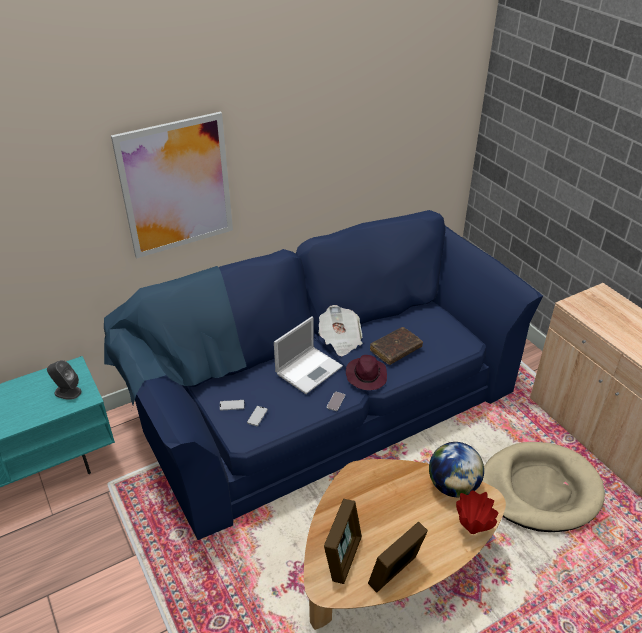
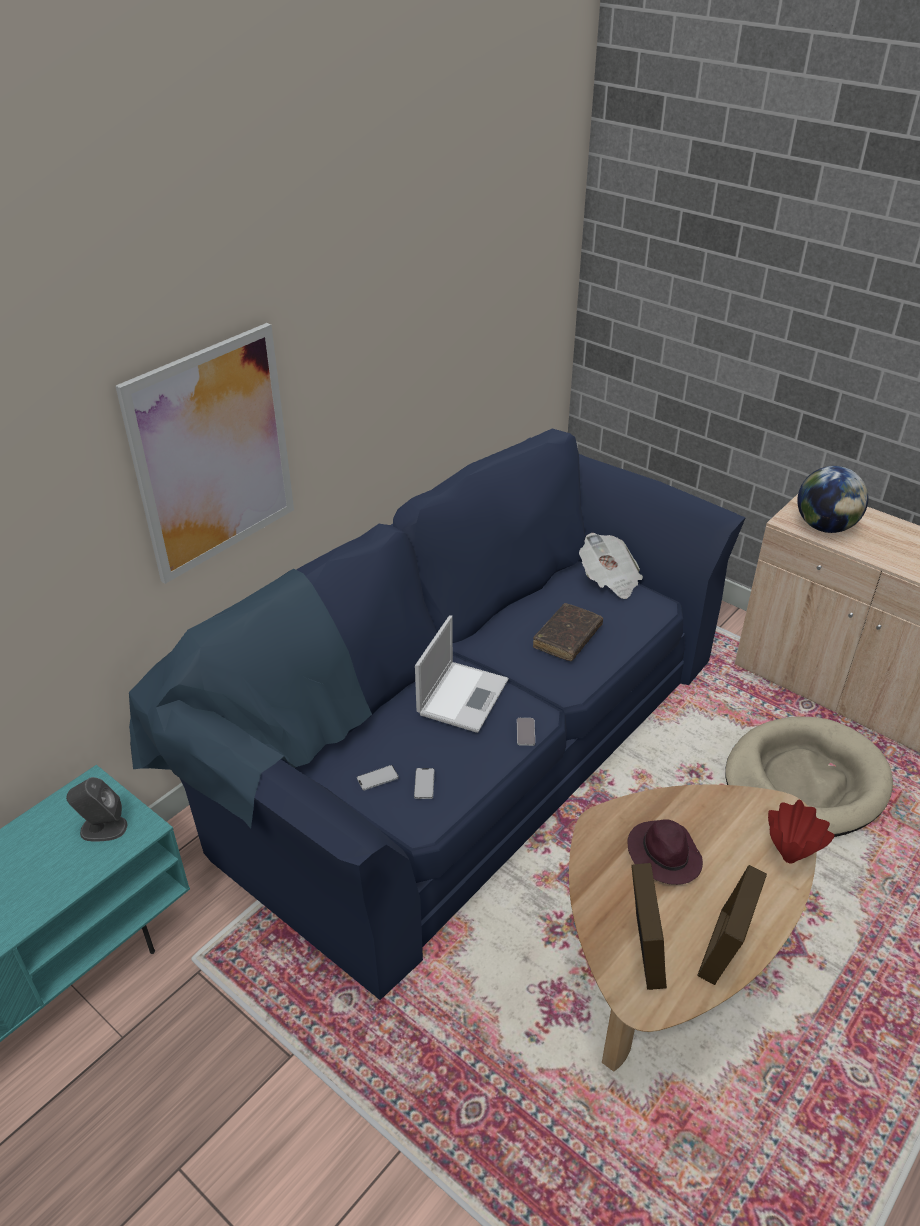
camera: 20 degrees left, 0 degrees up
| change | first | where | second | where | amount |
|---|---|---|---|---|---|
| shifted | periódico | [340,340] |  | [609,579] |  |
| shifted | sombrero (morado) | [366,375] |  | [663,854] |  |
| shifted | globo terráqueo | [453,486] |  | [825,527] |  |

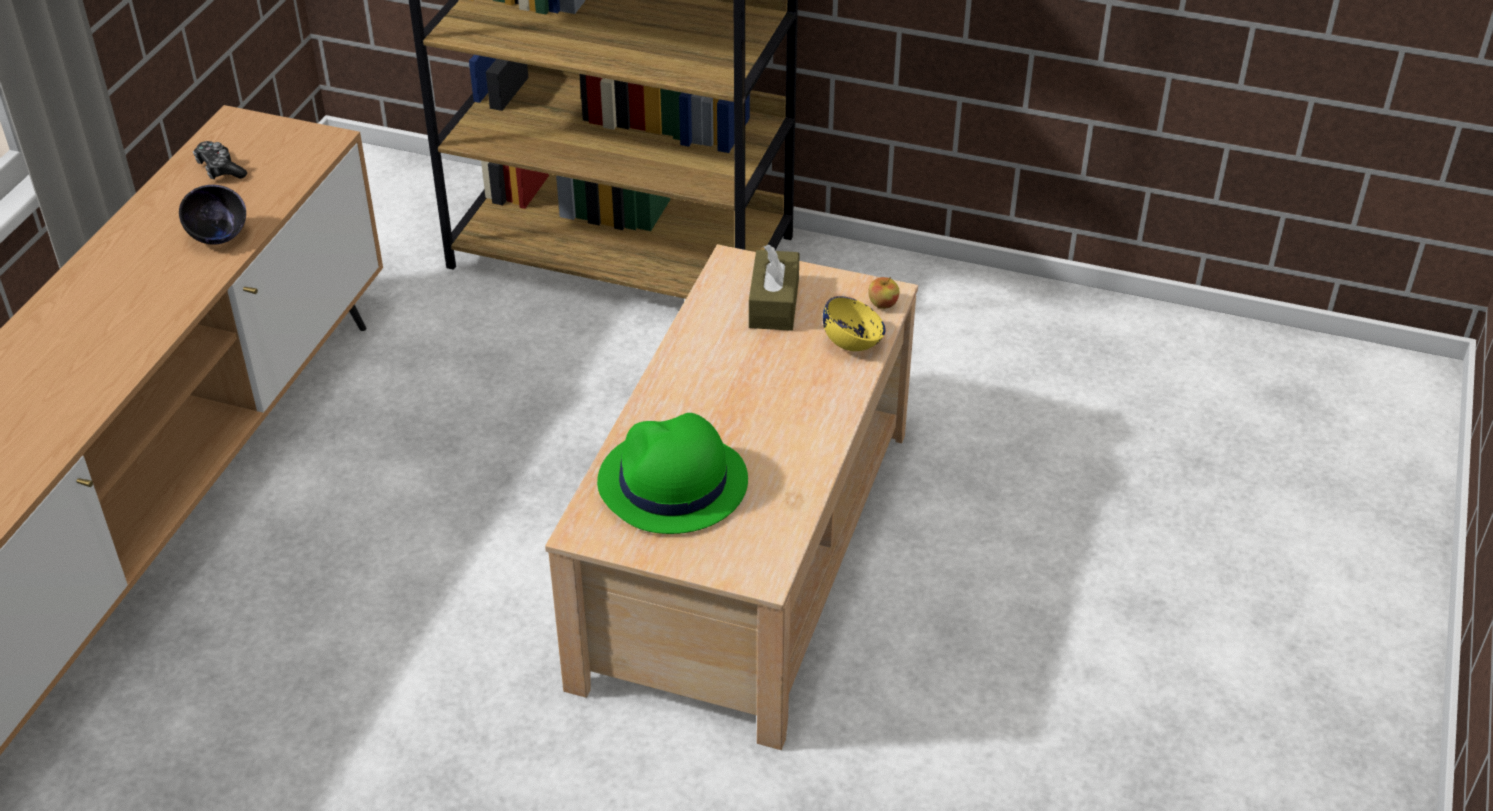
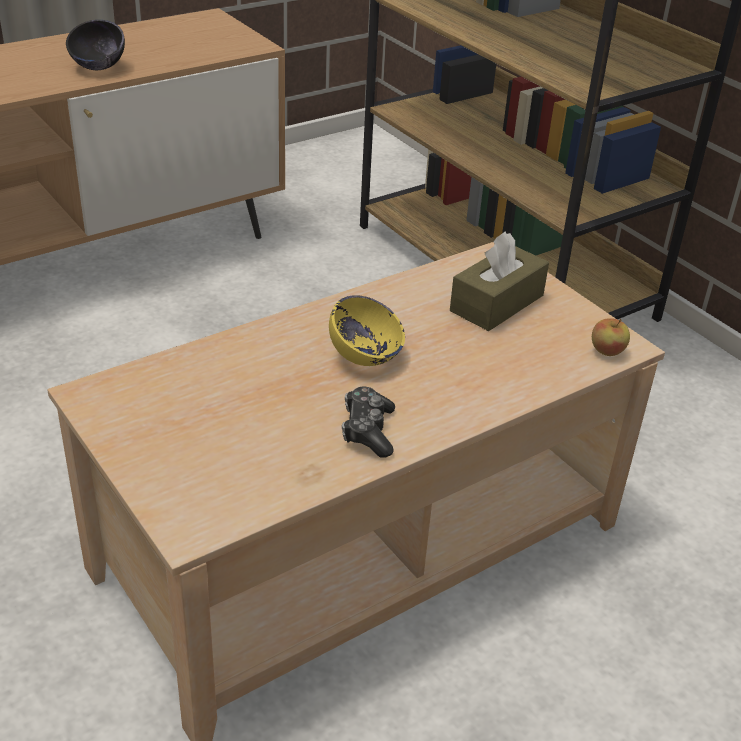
camera: 35 degrees right, 5 degrees down
| change | first | where | second | where | amount |
|---|---|---|---|---|---|
| shifted | mando de consola | [220,169] |  | [368,430] |  |
| gone | sombrero (verde) | [672,483] |  |  |  |
| shifted | cuenco (amarillo) | [853,343] |  | [365,357] |  |

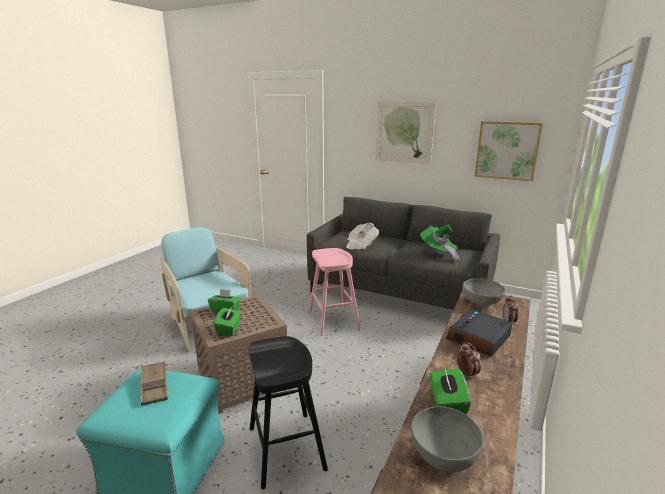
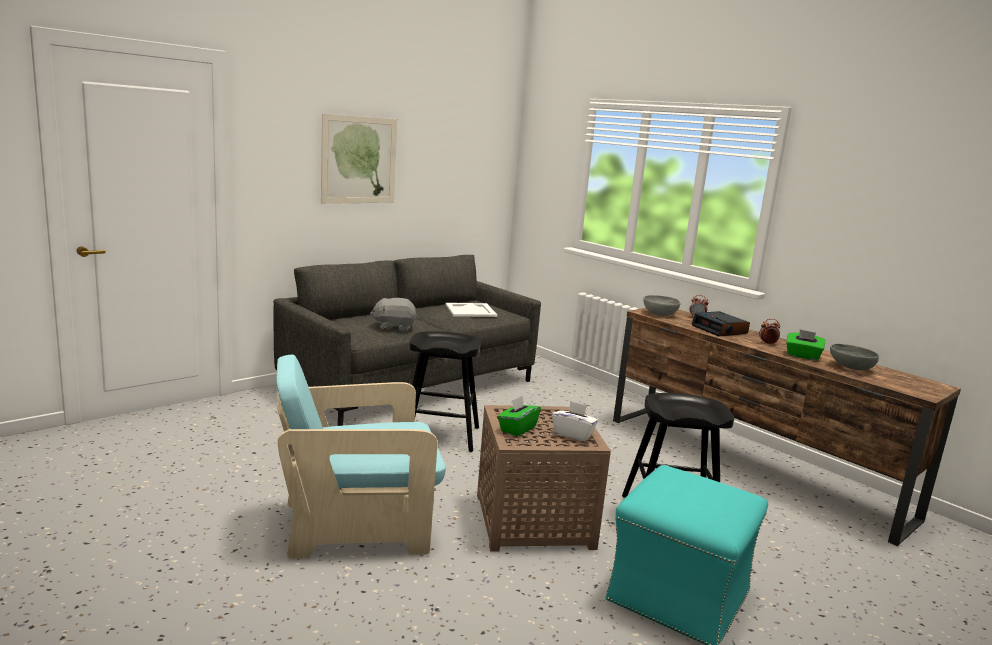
camera: 70 degrees left, 5 degrees down
| change | first | where | second | where | amount |
|---|---|---|---|---|---|
| gone | bandeja (marrón) | [154,386] |  |  |  |
| repainted | caja de pañuelos (verde) | [229,329] | caja de pañuelos (blanco) | [573,434] |  |
| repainted | taburete (rosa) | [333,320] | taburete (negro) | [440,435] |  |
| swapped | periódico | [361,245] | peluche (gris) | [394,327] |  |
| swapped | sombrero (verde) | [438,253] | bandeja (blanco) | [470,310] |  |
| gone | cuadro | [507,150] |  |  |  |

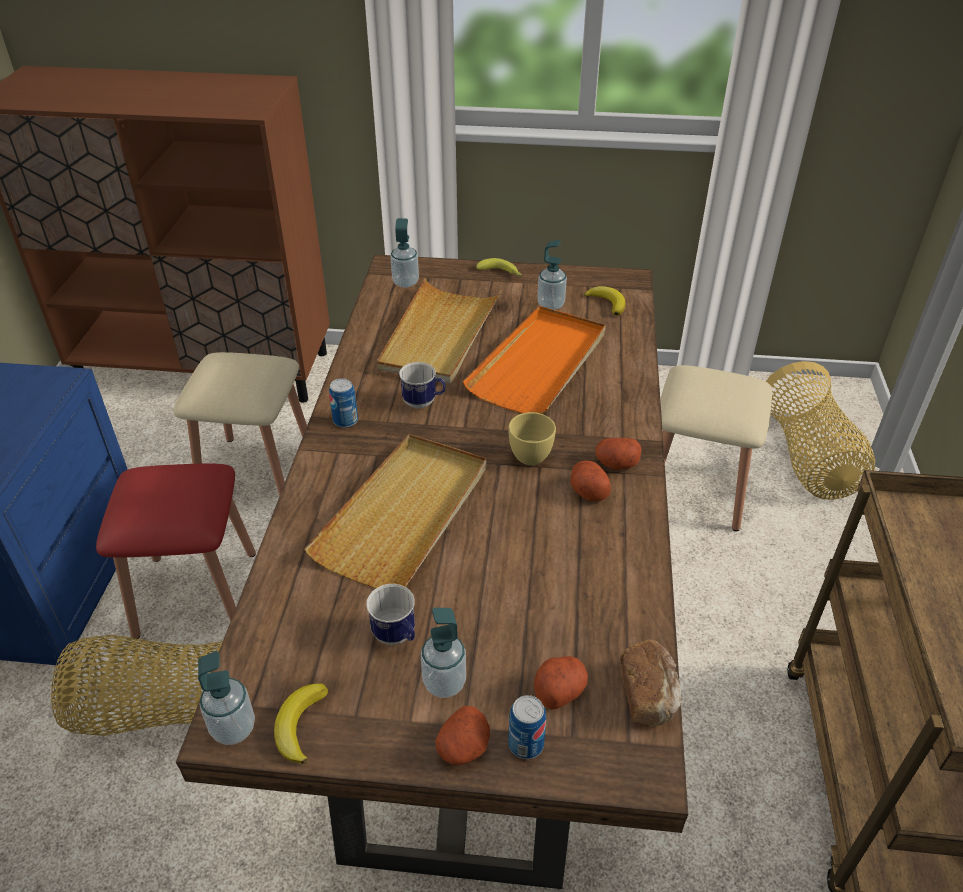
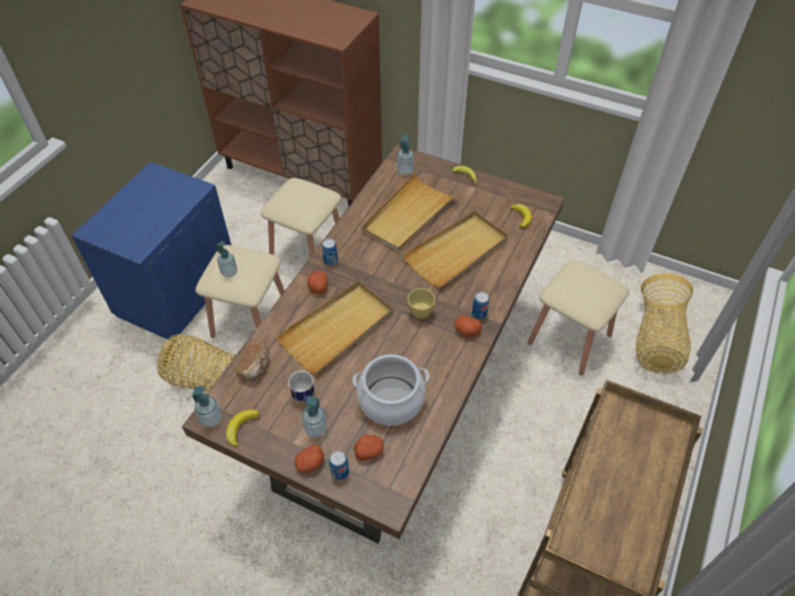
camera: 20 degrees right, 10 degrees up
| change | first | where | second | where | amount |
|---|---|---|---|---|---|
| repainted | taburete (rojo) | [196,593] | taburete (beis) | [251,320] |  |
| gone | taza grande | [424,403] |  |  |  |
| repainted | bandeja (naranja) | [539,364] | bandeja (beis) | [457,251] |  |
| shifted | dispensador de jabón | [550,305] |  | [229,272] |  |
| shifted | patata | [588,490] |  | [318,287] |  |
| shifted | pan | [649,694] |  | [255,367] |  |
| new |  |  | olla | [391,400] |  |
| new |  |  | lata | [479,314] |  |

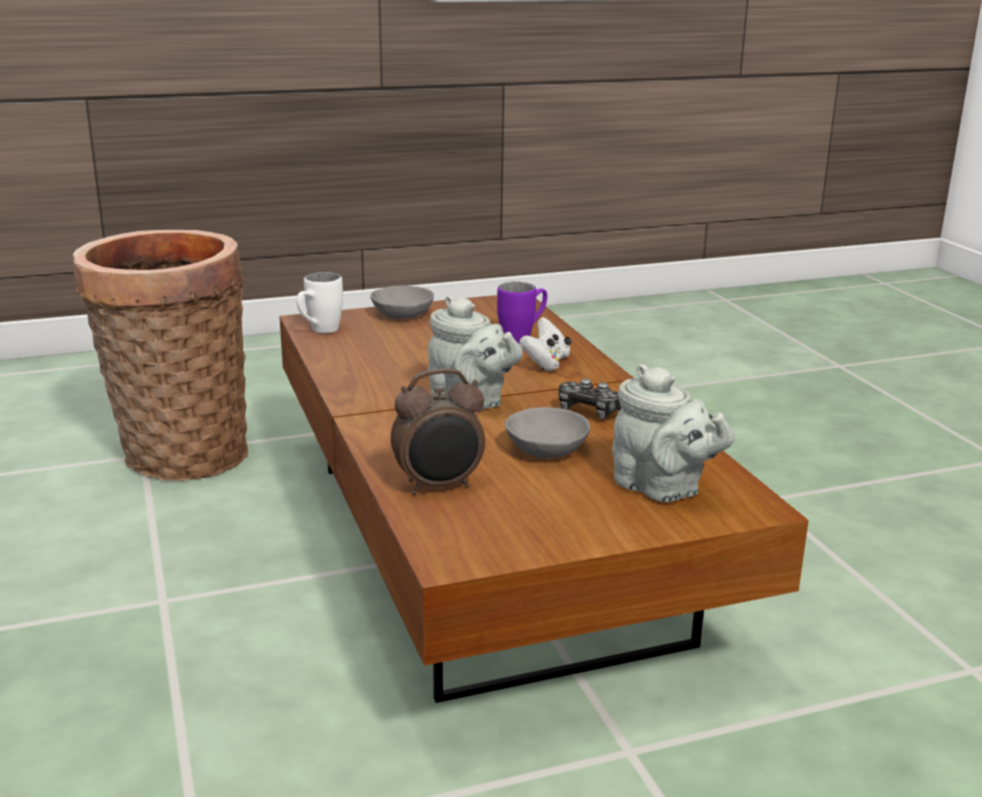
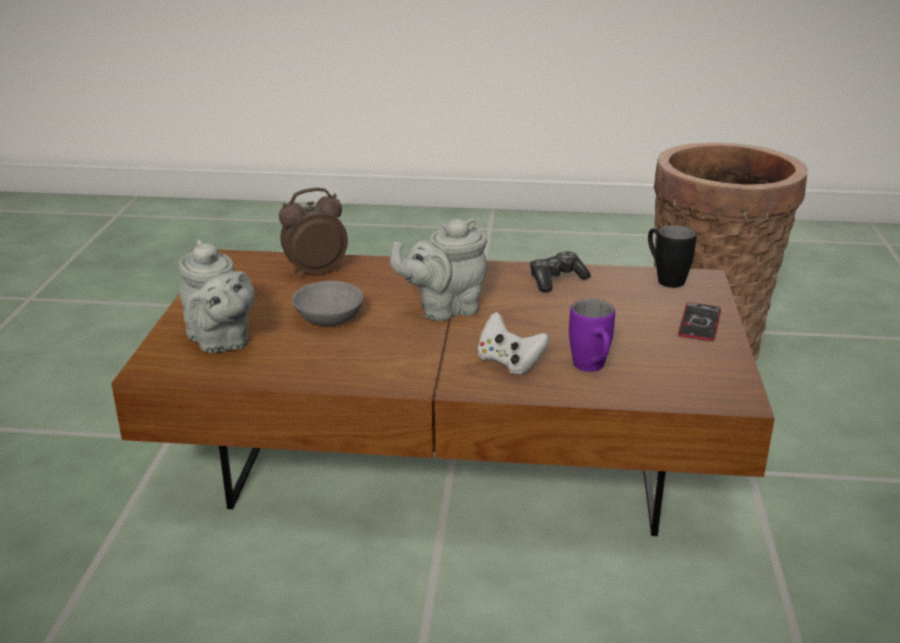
camera: 115 degrees right, 5 degrees up
| change | first | where | second | where | amount |
|---|---|---|---|---|---|
| repainted | taza grande (blanco) | [319,331] | taza grande (negro) | [664,278] |  |
| swapped | cuenco (gris) | [403,315] | móvil | [699,323] |  |
| rotated | despertador | [439,487] |  | [315,272] | 60 degrees clockwise |
| shifted | mando de consola | [590,412] |  | [556,280] |  |
| rotated | tetera (gris) | [662,489] |  | [220,341] | 105 degrees counterclockwise |

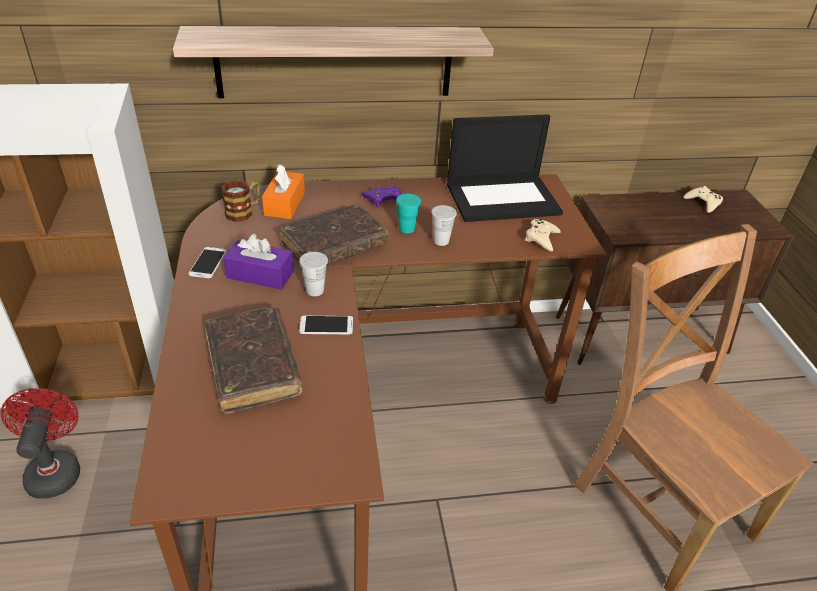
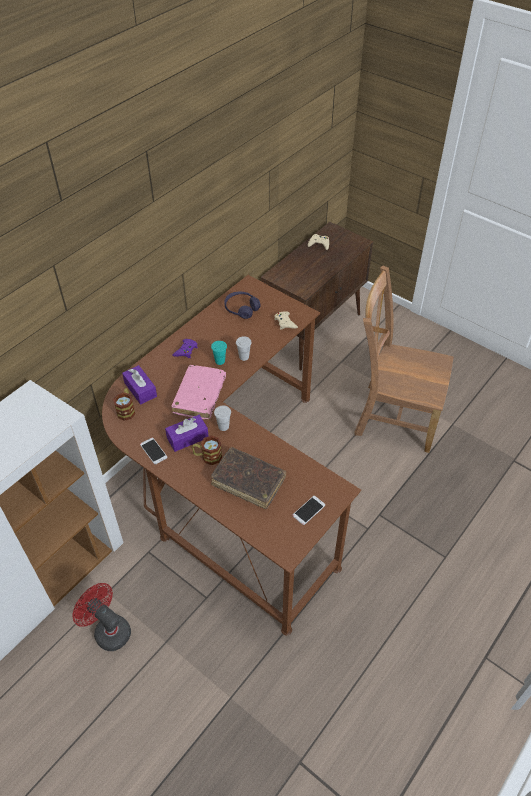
camera: 40 degrees left, 10 degrees up
| change | first | where | second | where | amount |
|---|---|---|---|---|---|
| gone | estante | [335,62] |  |  |  |
| repainted | caja de pañuelos (naranja) | [284,204] | caja de pañuelos (morado) | [140,389] |  |
| repainted | libro (marrón) | [334,246] | libro (rosa) | [199,396] |  |
| shifted | móvil | [326,325] |  | [308,510] |  |
| swapped | portátil | [503,198] | auriculares (morado) | [241,309] |  |
| new |  |  | taza grande | [207,457] |  |

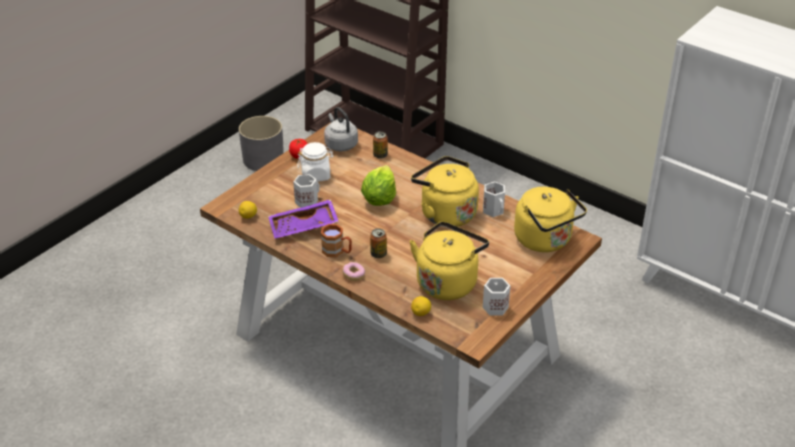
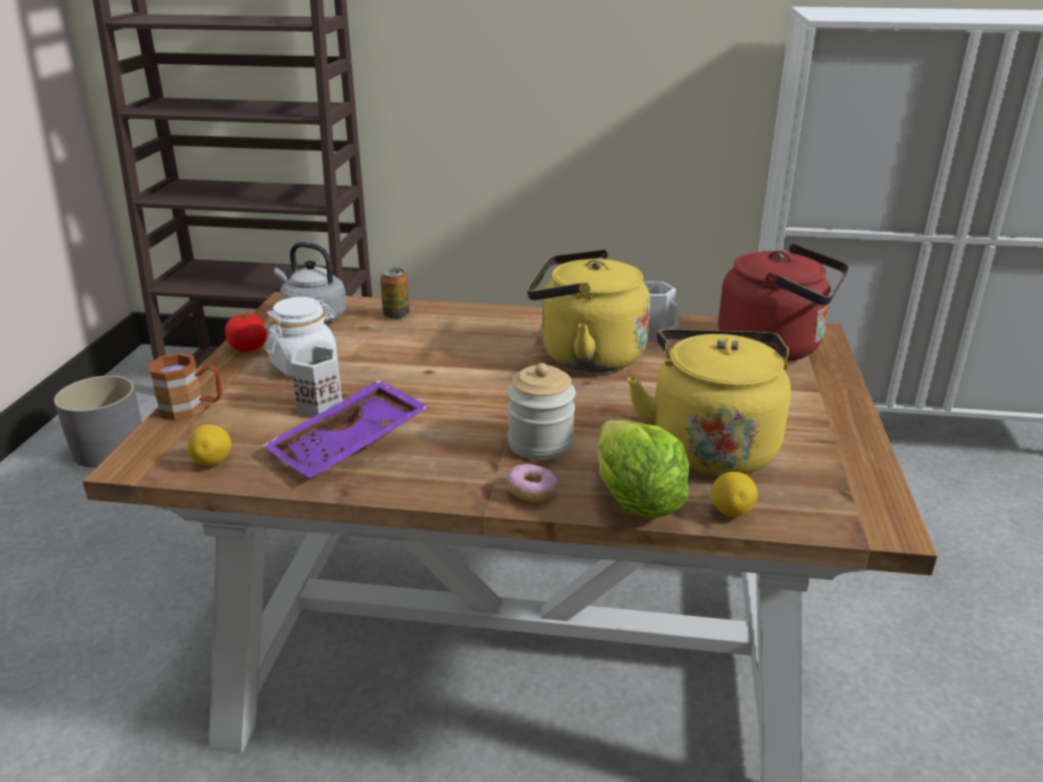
camera: 30 degrees left, 10 degrees down
| change | first | where | second | where | amount |
|---|---|---|---|---|---|
| shifted | taza grande (marrón) | [337,251] |  | [192,408] |  |
| shifted | lechuga | [379,198] |  | [635,501] |  |
| swapped | lata | [378,254] | tarro | [540,443] |  |
| gone | taza grande (blanco) | [494,306] |  |  |  |
| repainted | hervidor (amarillo) | [545,241] | hervidor (rojo) | [776,347] |  |

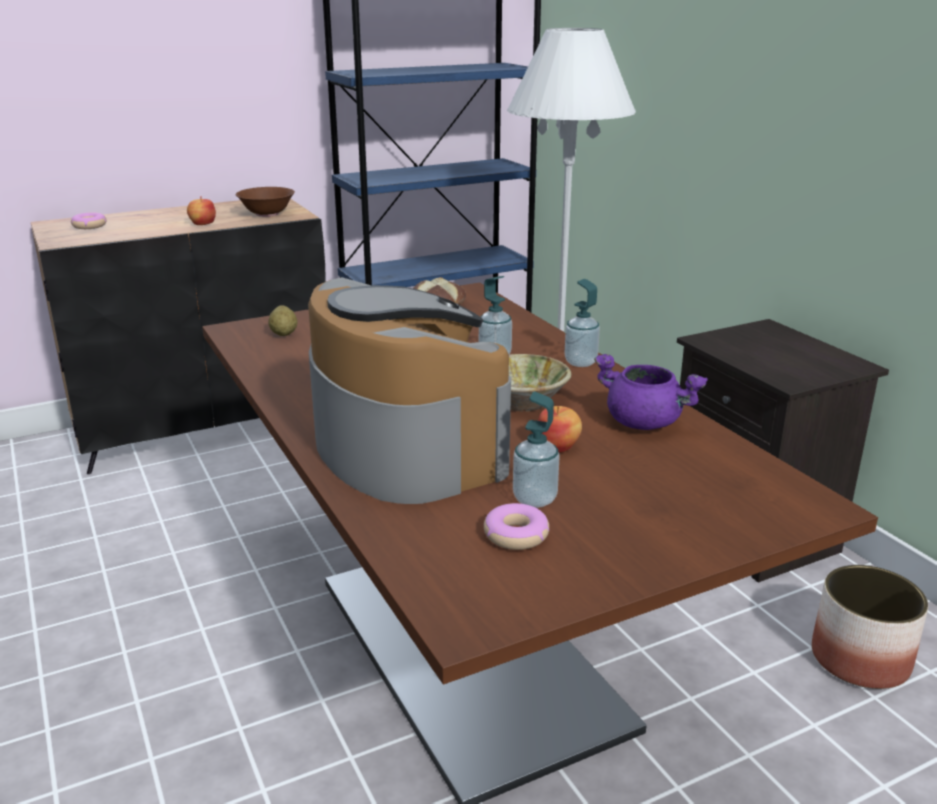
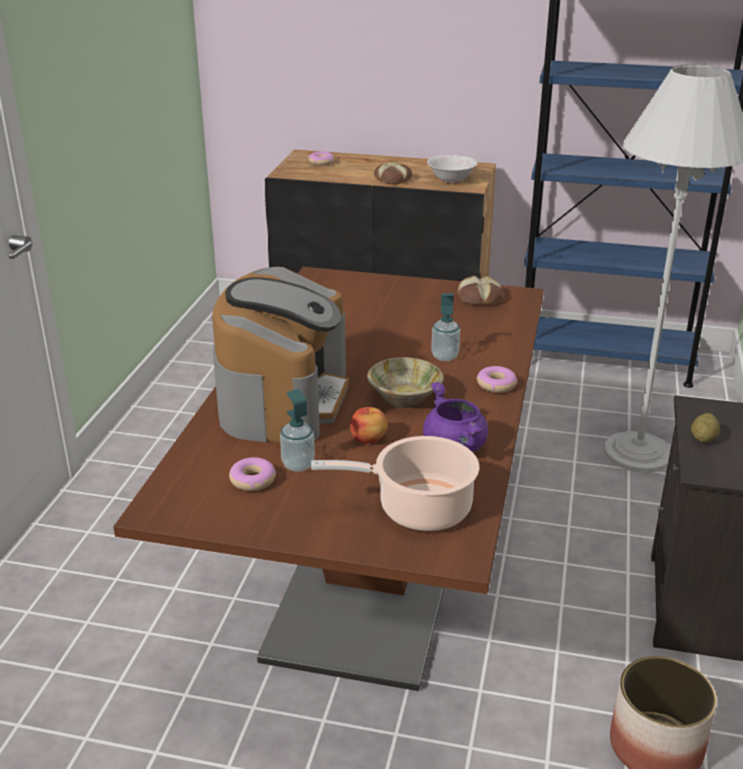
camera: 40 degrees right, 5 degrees up
| change | first | where | second | where | amount |
|---|---|---|---|---|---|
| swapped | manzana | [202,224] | pan | [393,179] |  |
| repainted | cuenco (marrón) | [266,214] | cuenco (blanco) | [451,180] |  |
| shifted | patata | [284,334] |  | [703,439] |  |
| swapped | dispensador de jabón | [580,362] | rosquilla | [496,385] |  |
| new |  |  | olla | [418,508] |  |

